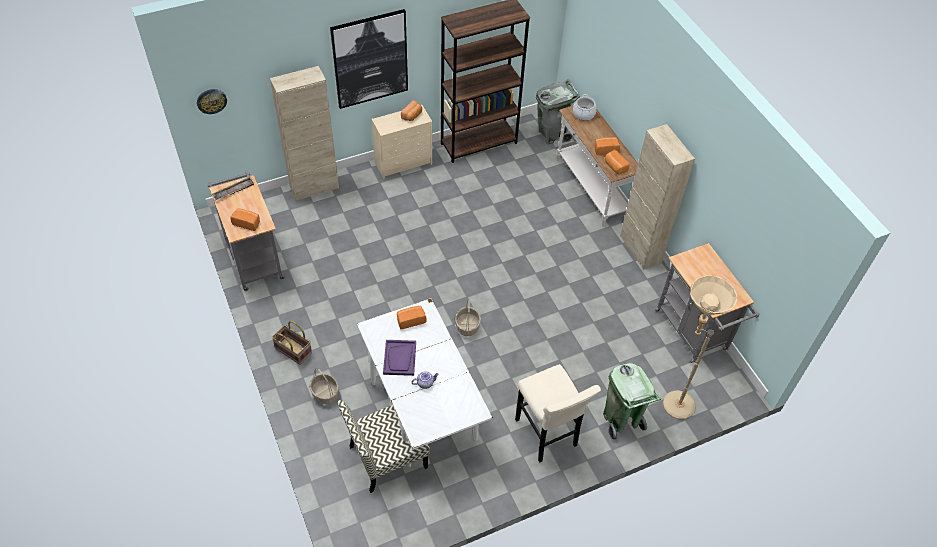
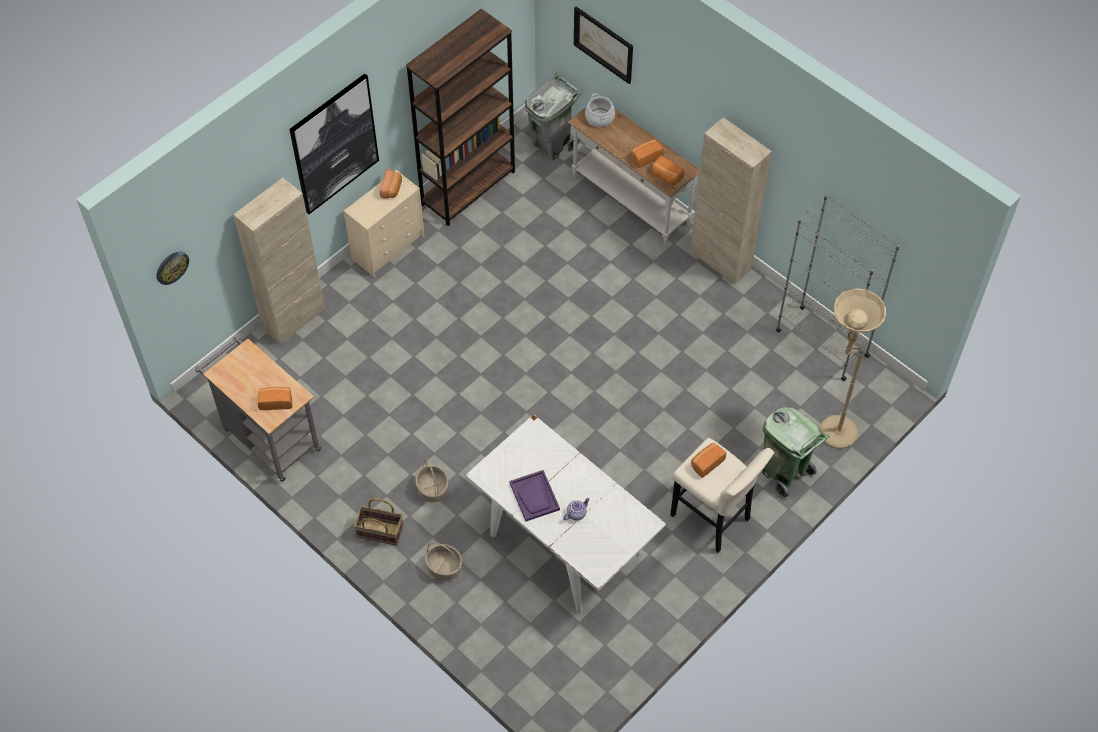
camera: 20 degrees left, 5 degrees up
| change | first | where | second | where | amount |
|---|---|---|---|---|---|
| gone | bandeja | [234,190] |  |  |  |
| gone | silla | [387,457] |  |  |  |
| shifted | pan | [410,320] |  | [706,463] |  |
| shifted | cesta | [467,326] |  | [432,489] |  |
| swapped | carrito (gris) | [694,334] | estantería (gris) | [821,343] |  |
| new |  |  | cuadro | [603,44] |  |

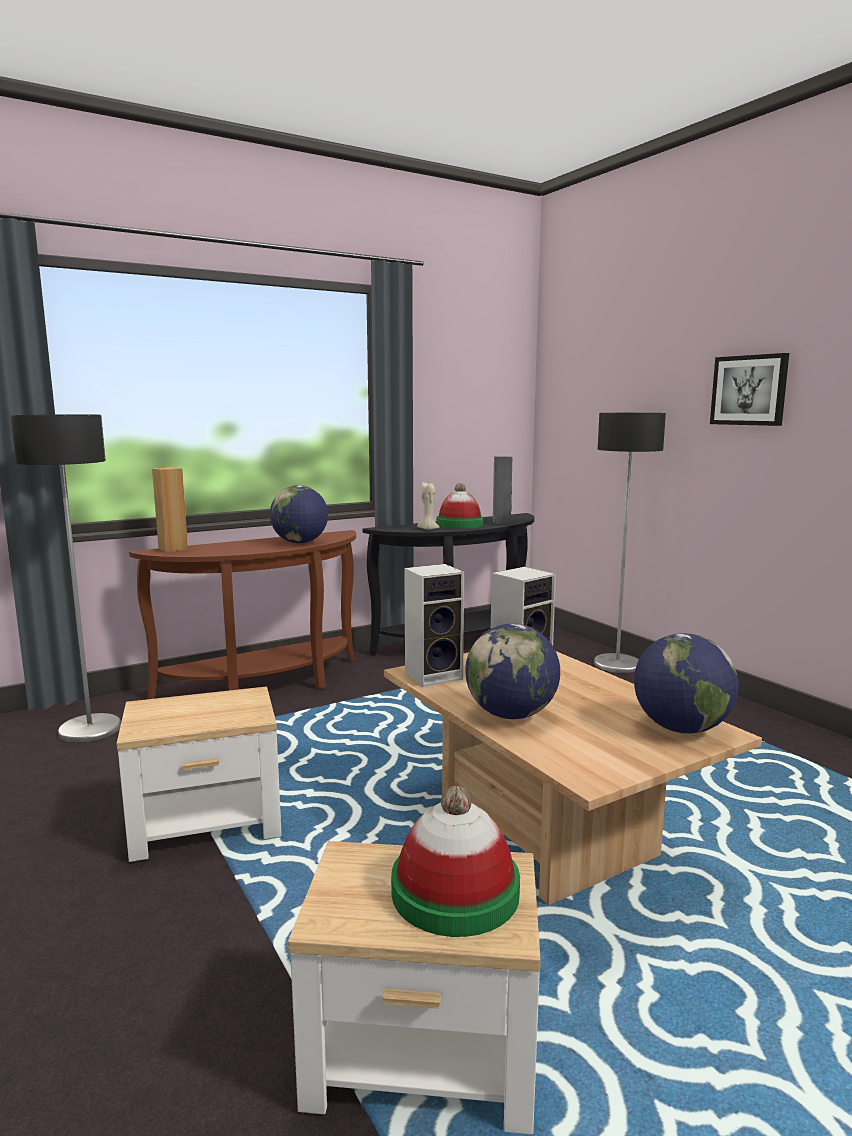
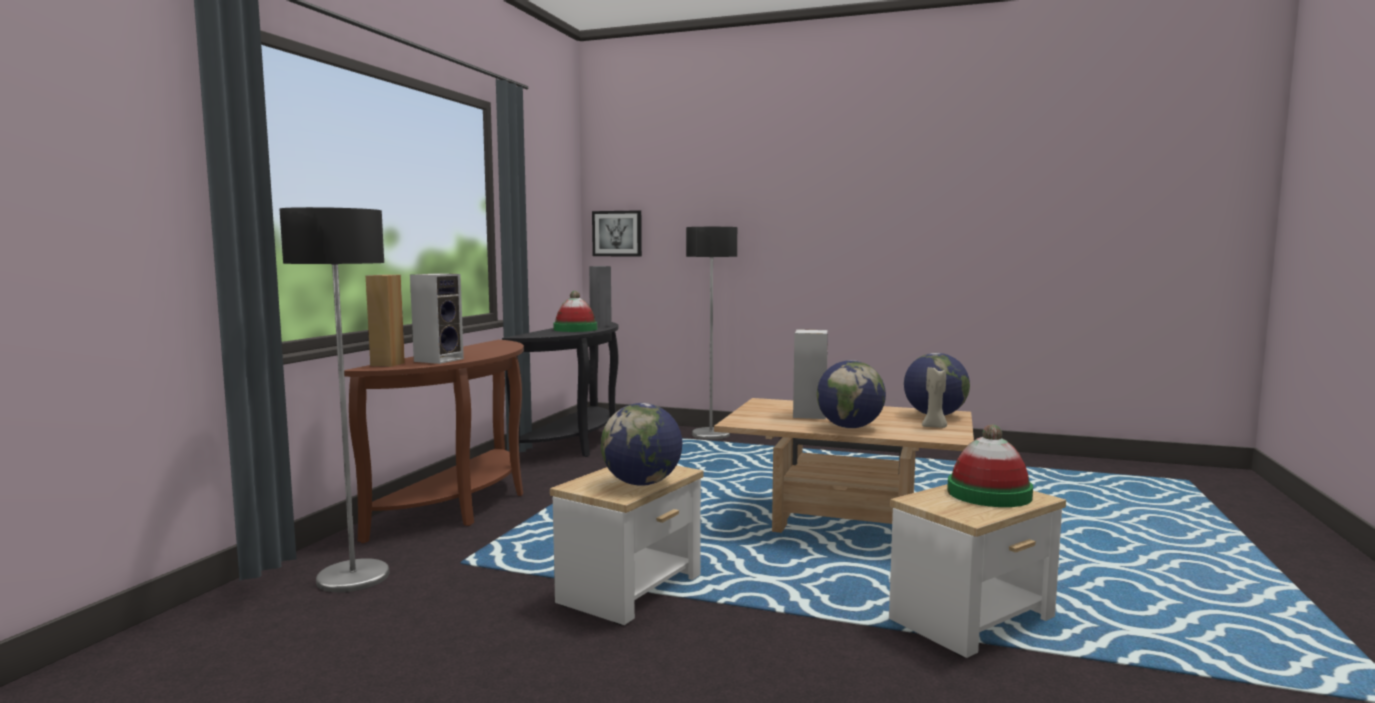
camera: 40 degrees left, 5 degrees down
| change | first | where | second | where | amount |
|---|---|---|---|---|---|
| shifted | globo terráqueo | [300,543] |  | [642,483] |  |
| shifted | altavoz | [435,675] |  | [439,360] |  |
| shifted | vela (beis) | [428,529] |  | [934,427] |  |
| shifted | cuadro | [749,390] |  | [617,233] |  |

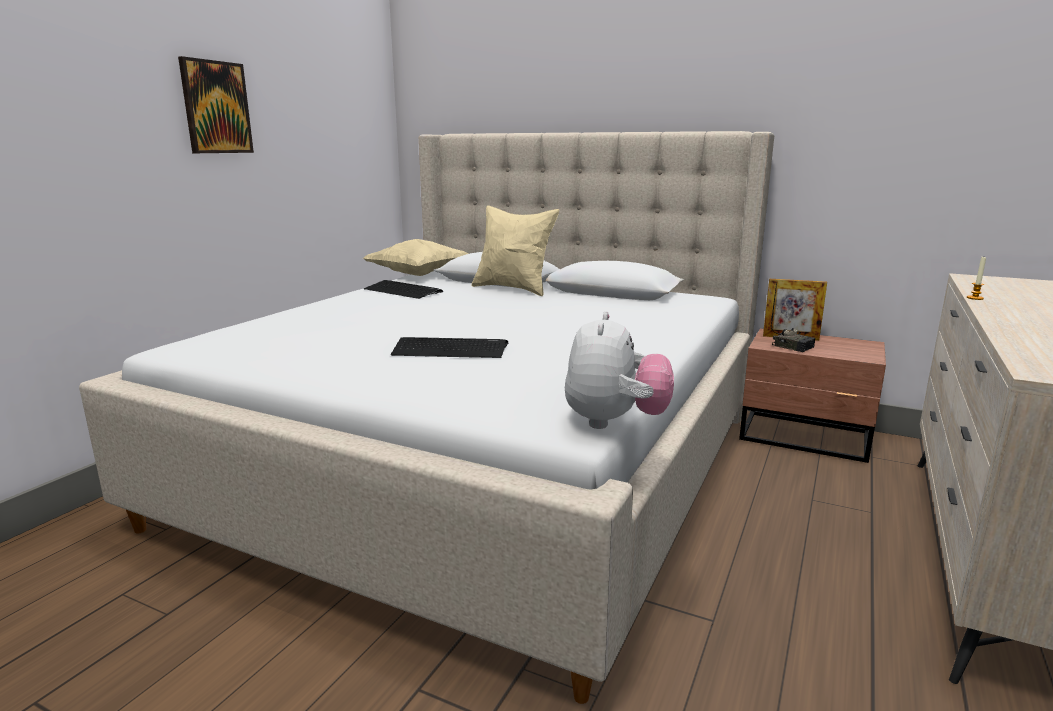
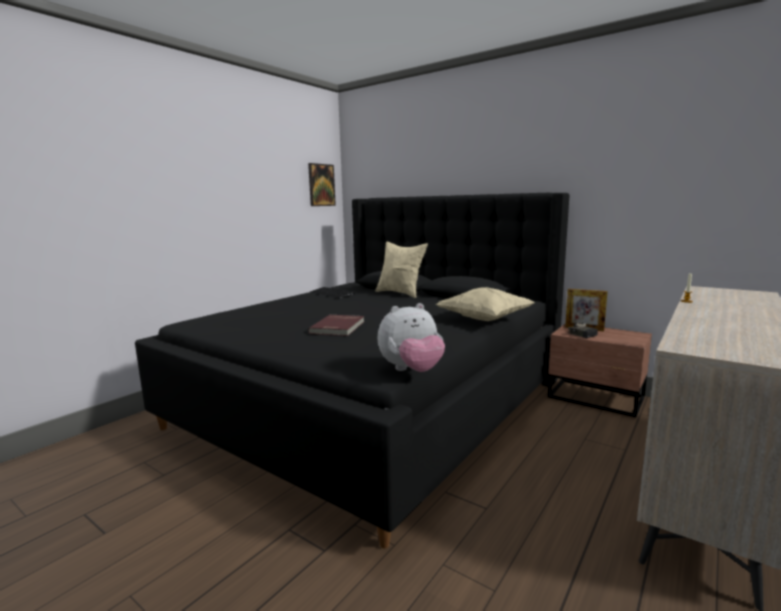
camera: 10 degrees right, 5 degrees down
| change | first | where | second | where | amount |
|---|---|---|---|---|---|
| repainted | cama (beis) | [488,462] | cama (negro) | [375,402] |  |
| shifted | cuadro | [216,107] |  | [321,185] |  |
| shifted | cojín (beis) | [418,275] |  | [484,319] |  |
| swapped | teclado | [450,350] | libro (rojo) | [339,327] |  |
| rotated | peluche | [615,422] |  | [412,371] | 45 degrees clockwise |

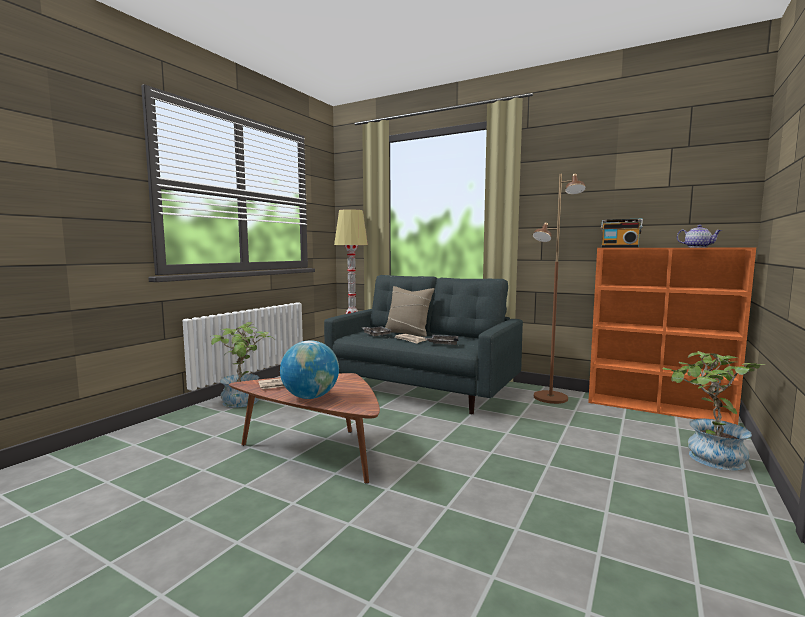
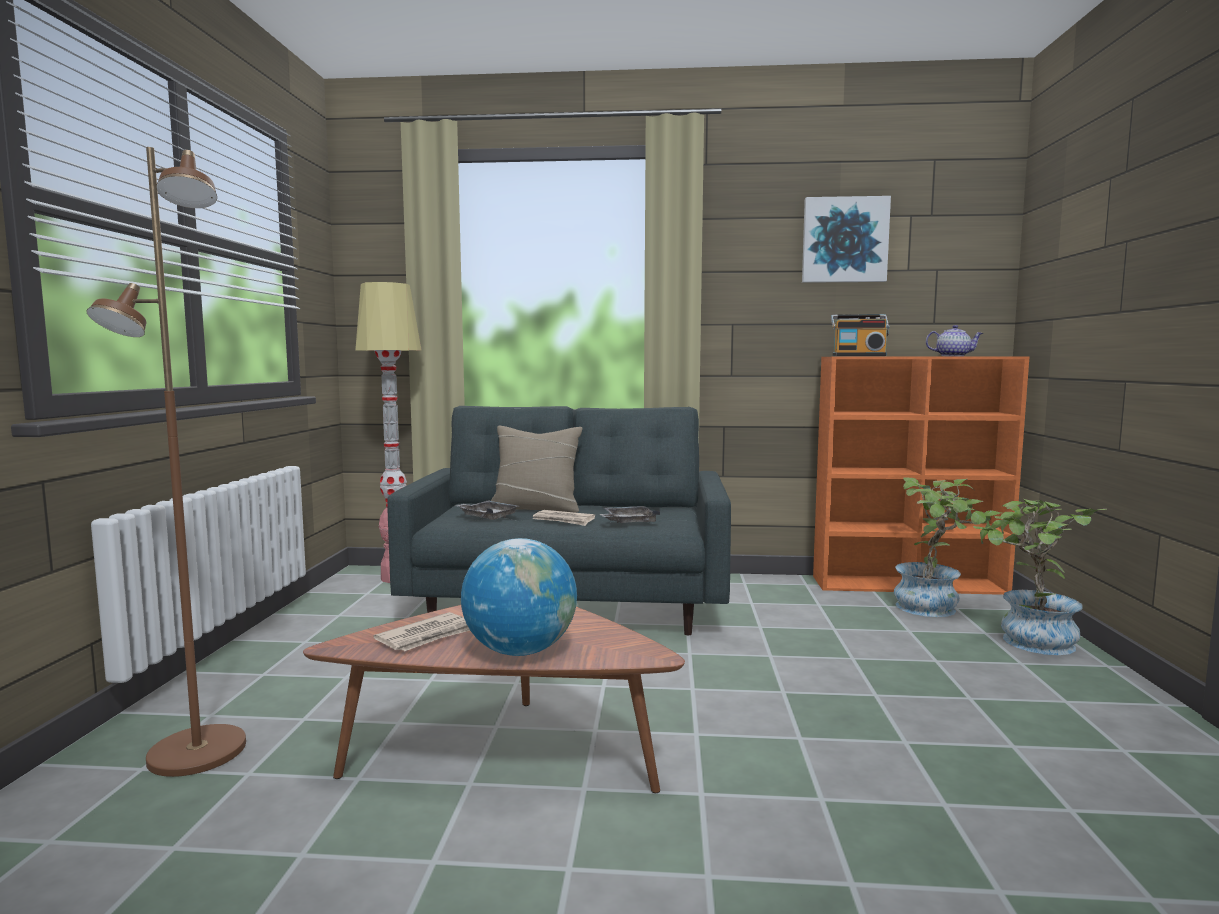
camera: 25 degrees left, 0 degrees up
| change | first | where | second | where | amount |
|---|---|---|---|---|---|
| shifted | planta en maceta | [244,402] |  | [935,608] |  |
| shifted | lámpara de pie (marrón) | [550,398] |  | [196,753] |  |
| new |  |  | cuadro | [844,240] |  |

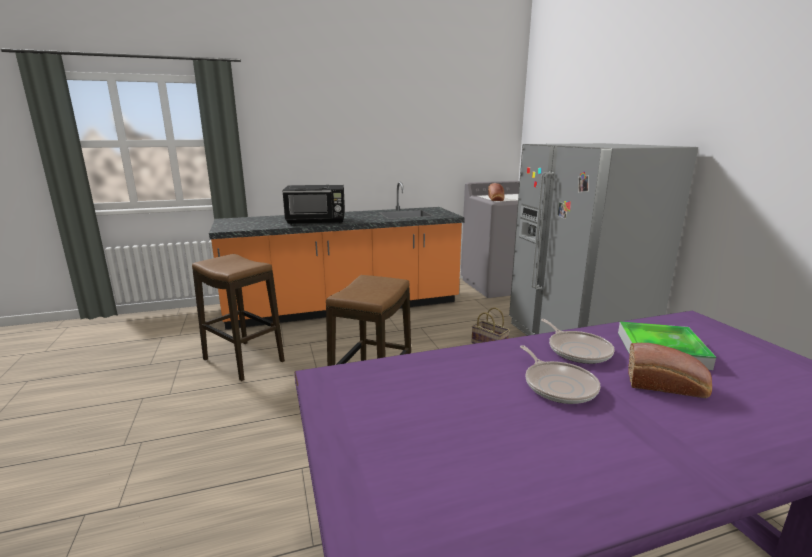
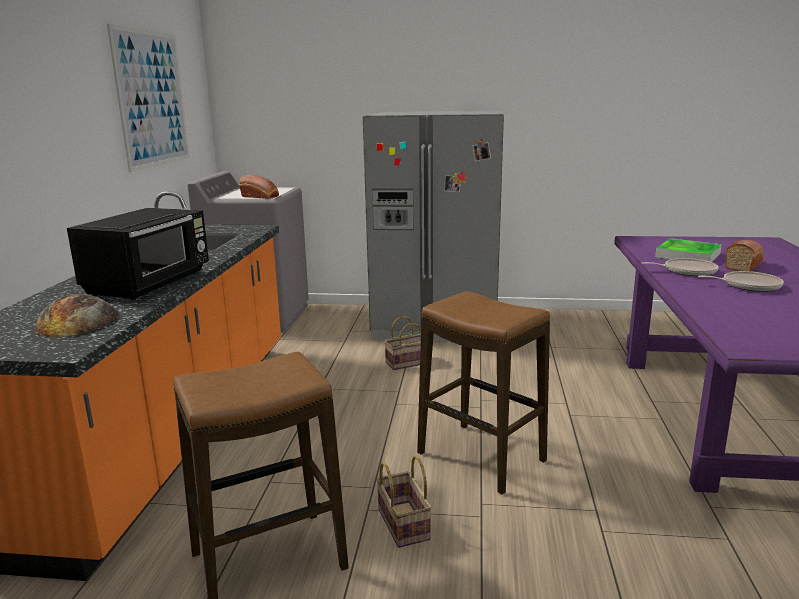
camera: 65 degrees left, 0 degrees up
| change | first | where | second | where | amount |
|---|---|---|---|---|---|
| new |  |  | pan | [77,321] |  |
| new |  |  | cuadro | [152,99] |  |
| new |  |  | cesta | [401,523] |  |

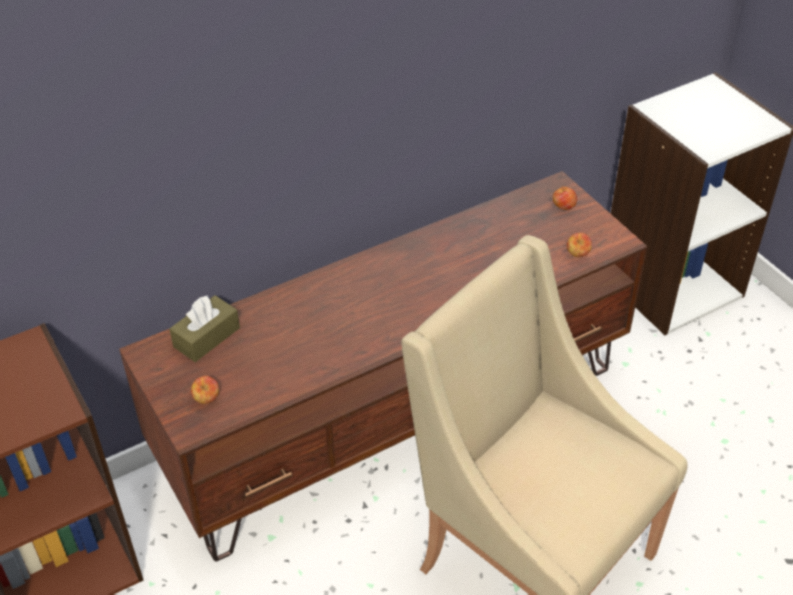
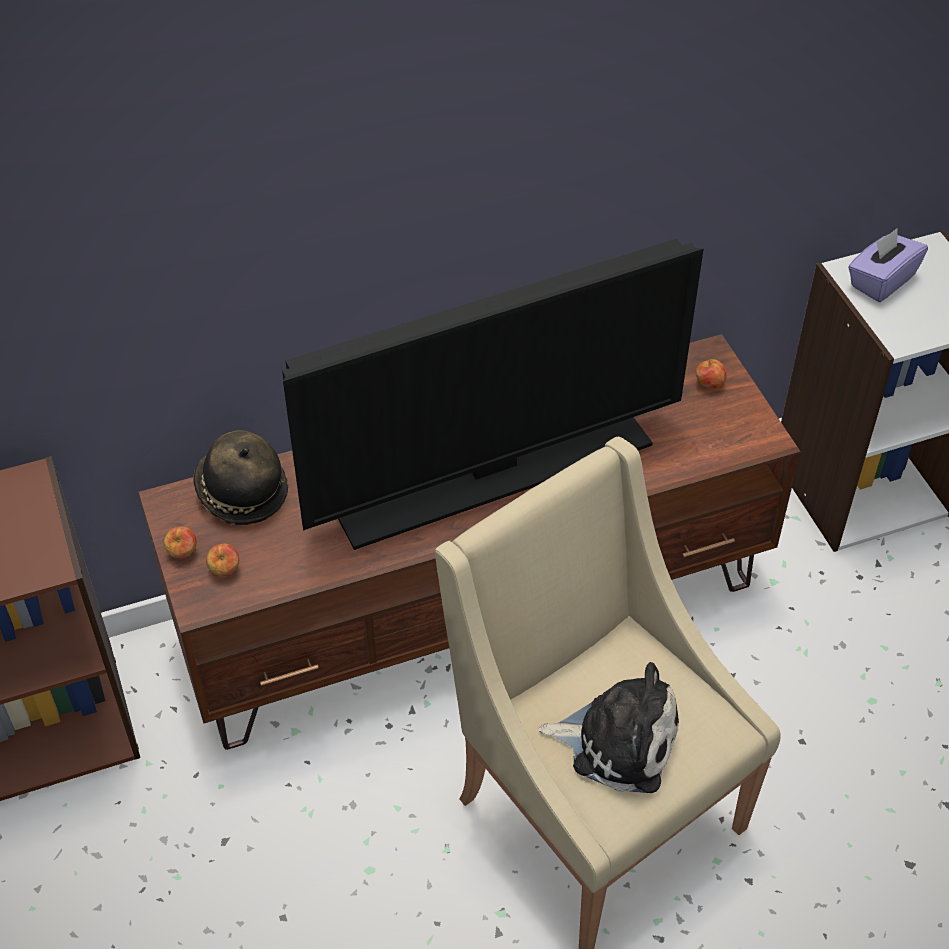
camera: 10 degrees right, 5 degrees up
| change | first | where | second | where | amount |
|---|---|---|---|---|---|
| swapped | caja de pañuelos (marrón) | [206,337] | sombrero | [240,493] |  |
| shifted | manzana | [577,254] |  | [183,552] |  |
| new |  |  | televisor | [495,476] |  |
| new |  |  | peluche | [617,741] |  |
| new |  |  | caja de pañuelos (morado) | [881,281] |  |

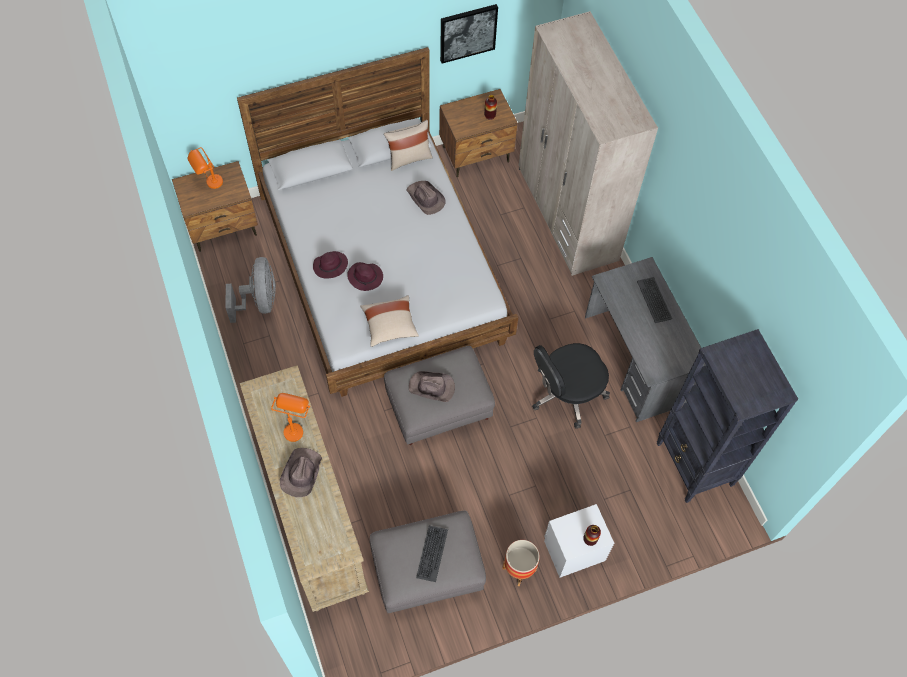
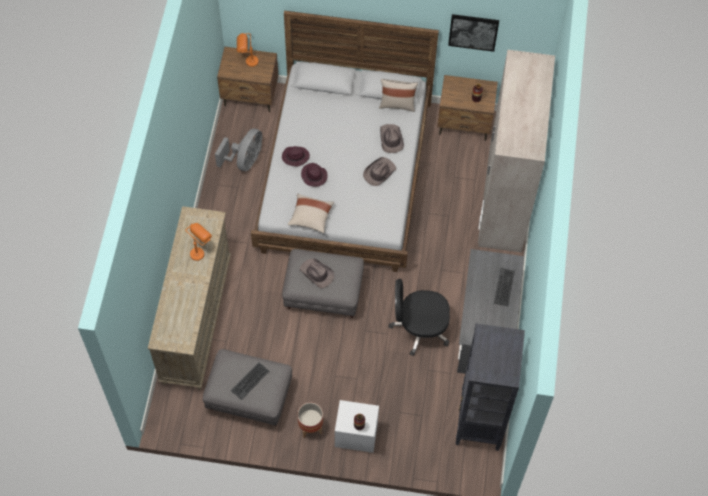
camera: 30 degrees right, 0 degrees up
| change | first | where | second | where | amount |
|---|---|---|---|---|---|
| shifted | sombrero (marrón) | [301,473] |  | [379,172] |  |

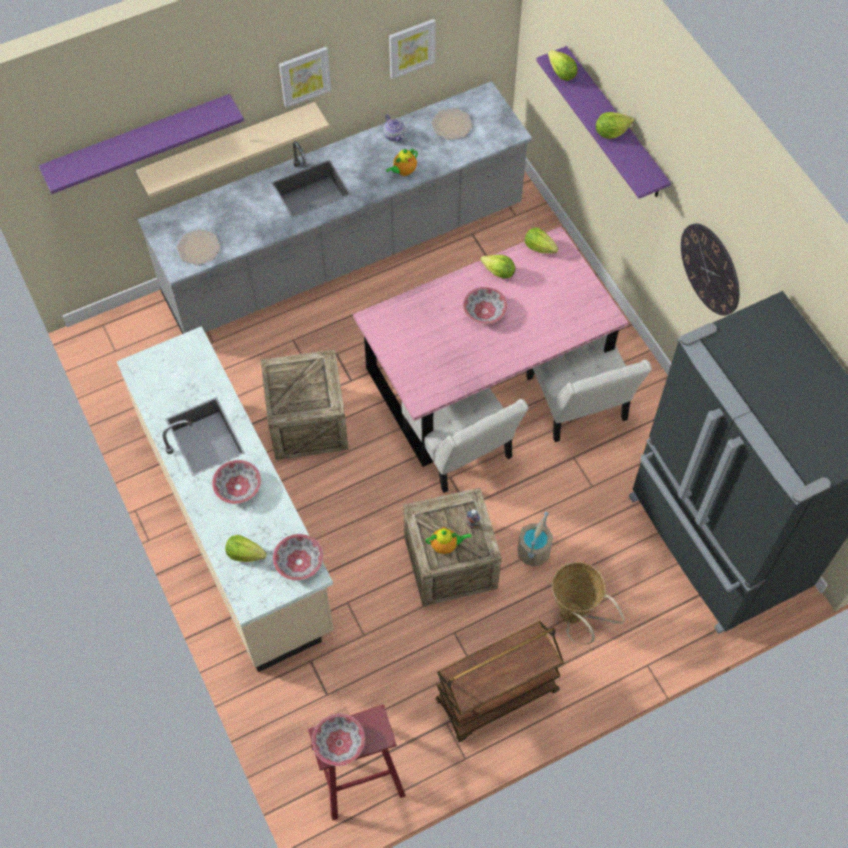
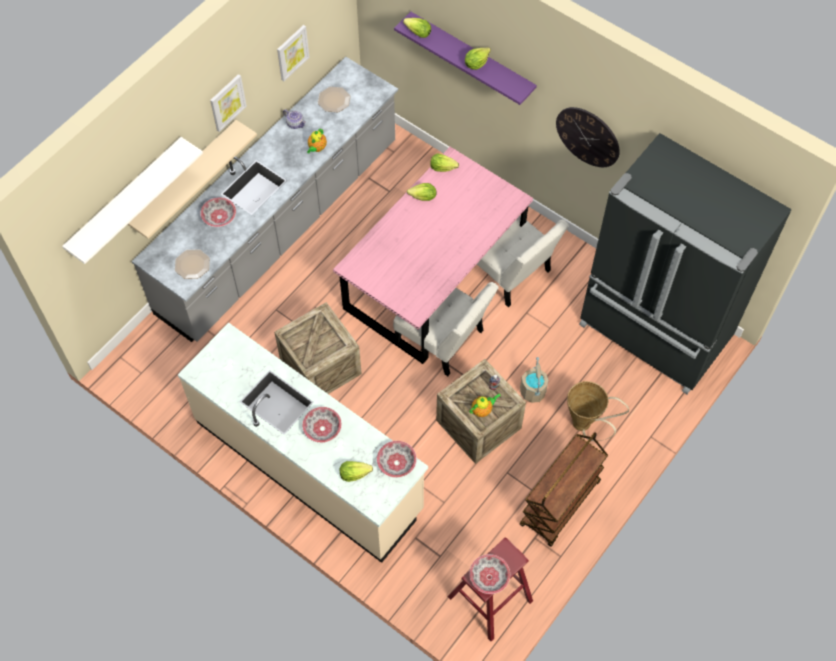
camera: 25 degrees left, 0 degrees up
| change | first | where | second | where | amount |
|---|---|---|---|---|---|
| repainted | estante (morado) | [139,141] | estante (blanco) | [126,198] |  |
| shifted | cuenco | [485,311] |  | [219,217] |  |

